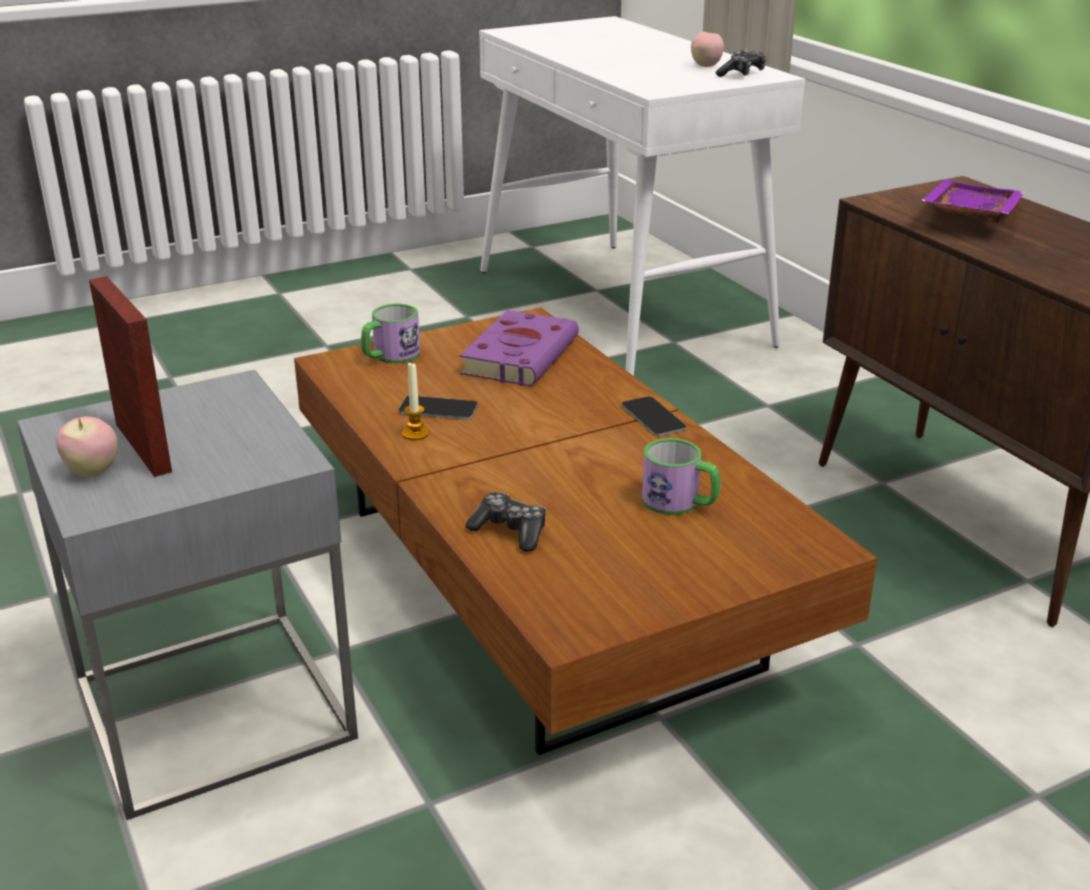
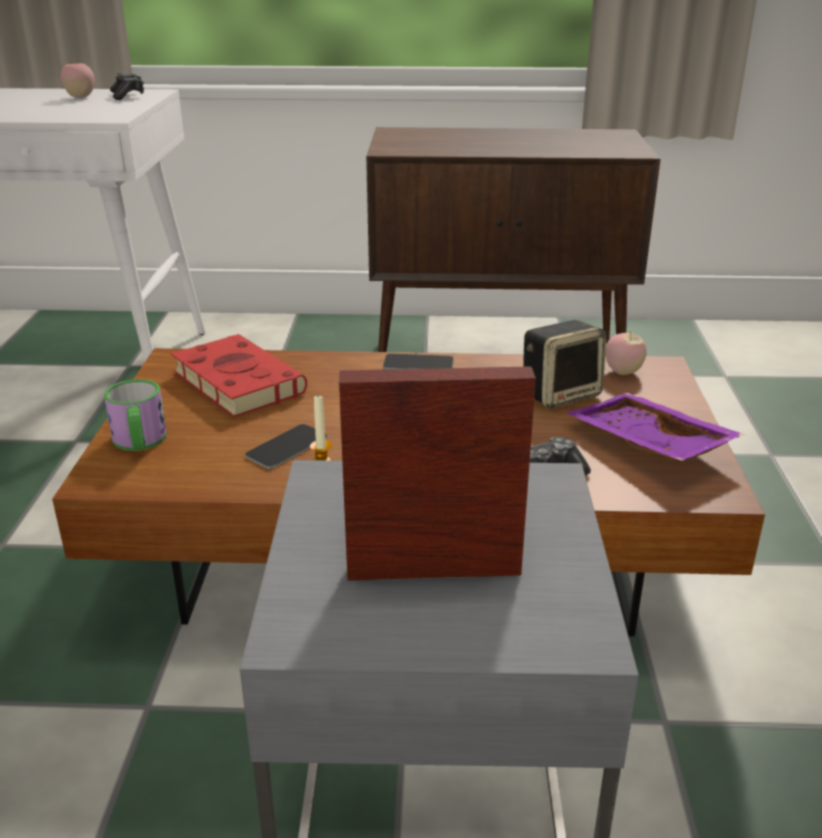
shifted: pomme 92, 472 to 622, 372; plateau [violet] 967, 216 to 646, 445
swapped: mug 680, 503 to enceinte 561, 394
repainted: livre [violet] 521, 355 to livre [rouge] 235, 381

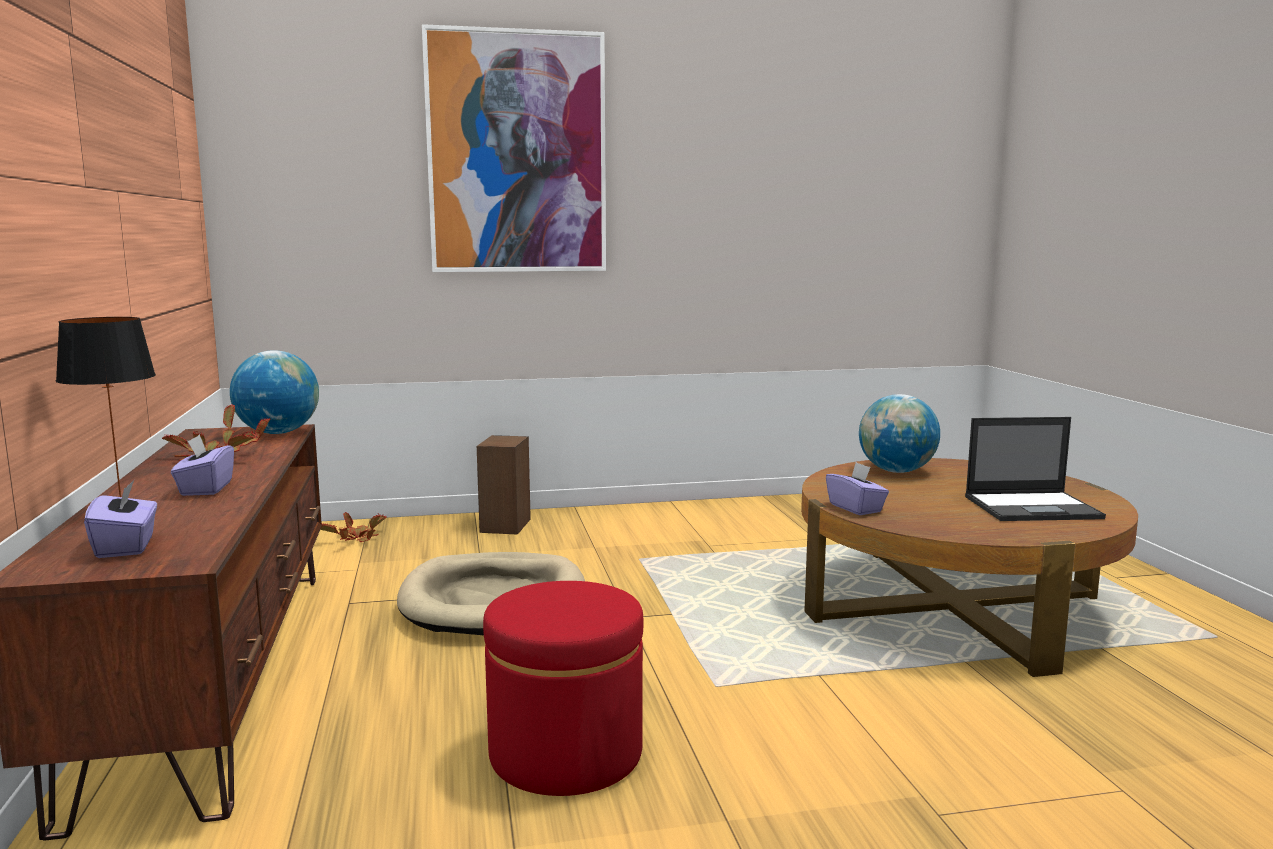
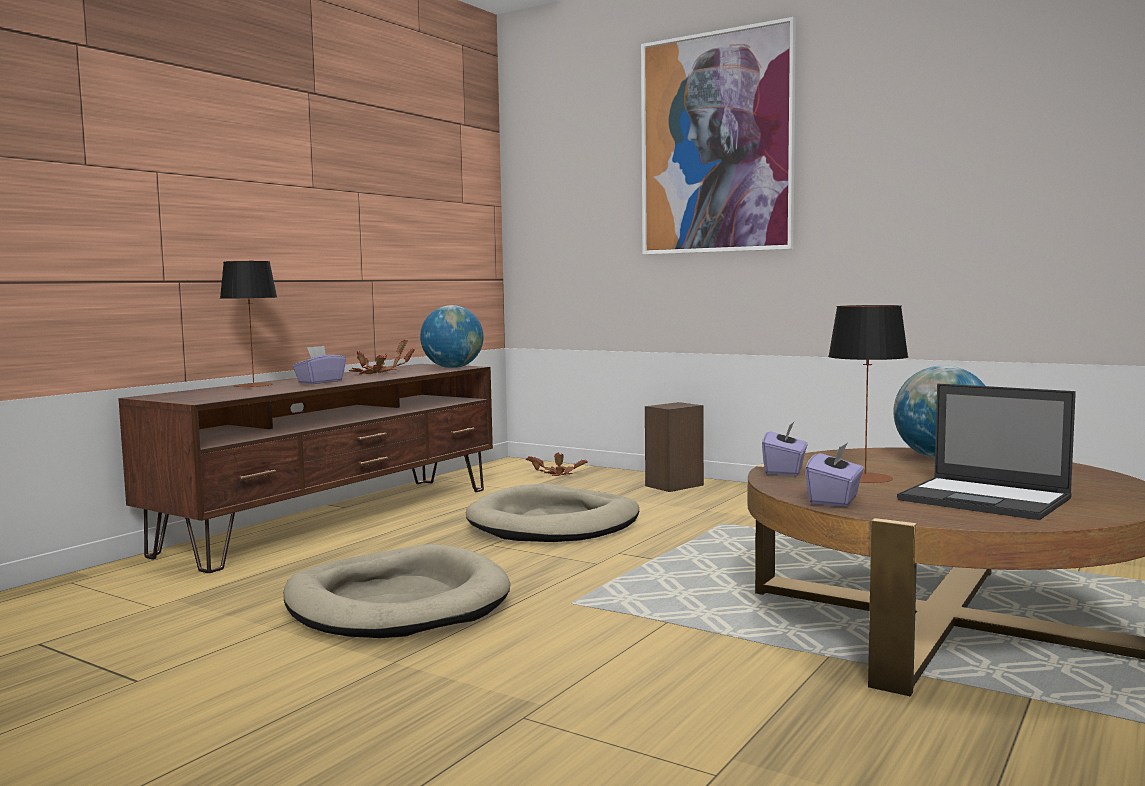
new: lampe de table 865, 478
shifted: boîte à mouchoirs [violet] 126, 546 to 835, 500
swapped: pouf [rouge] 566, 754 to panier pour chien [beige] 397, 602

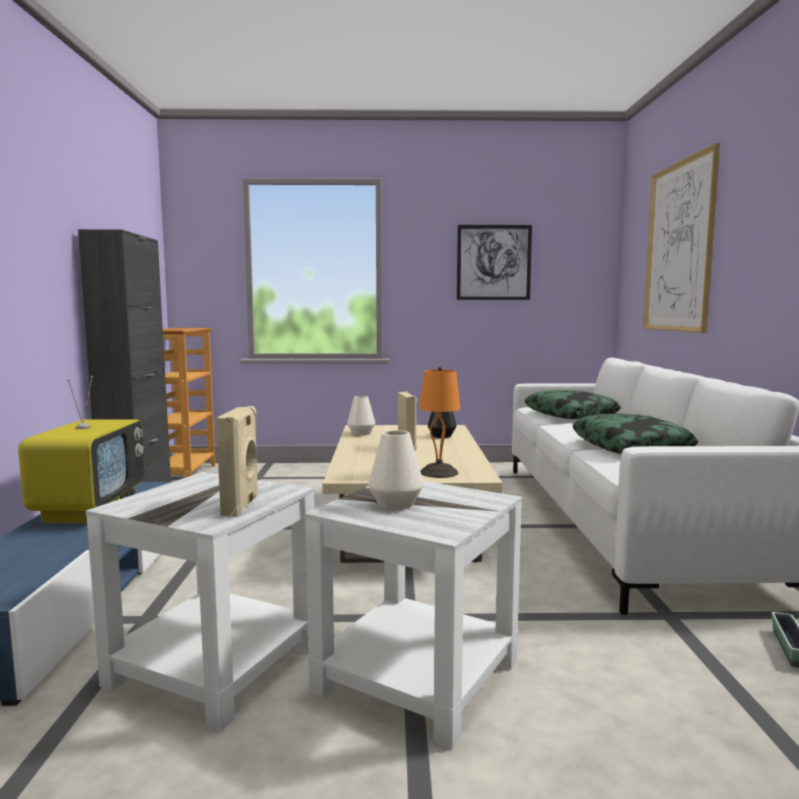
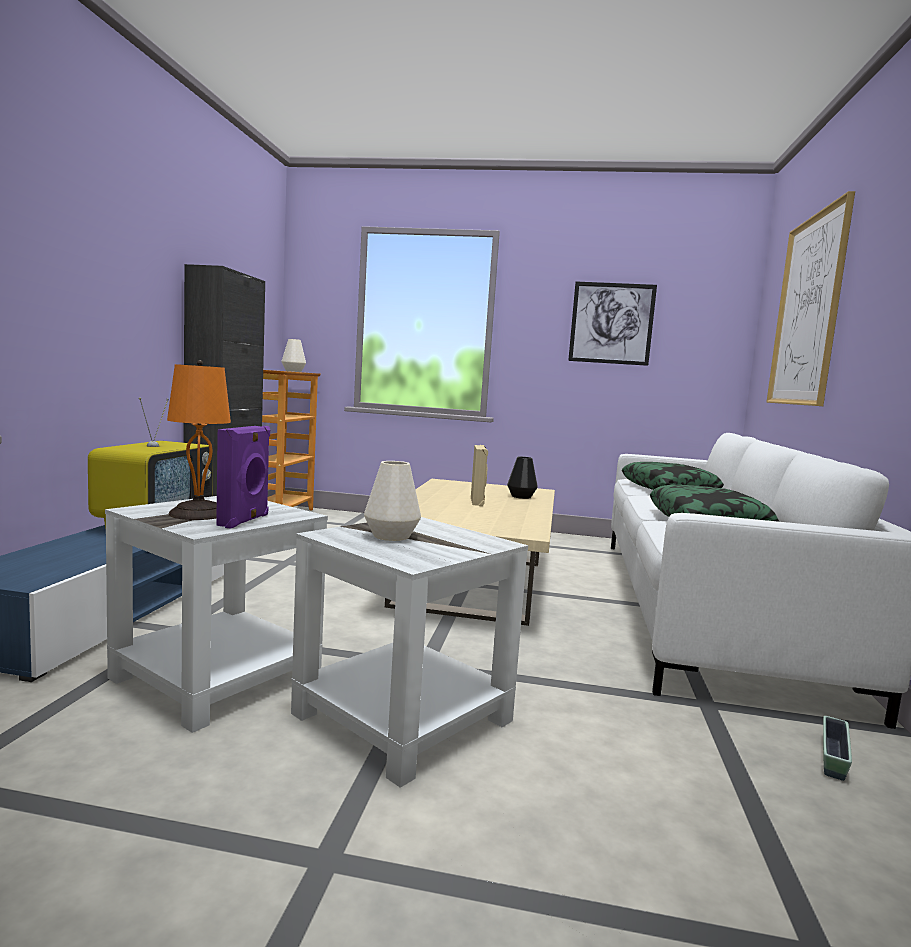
shifted: vase [blanc] 361, 433 to 293, 371; lampe de table [orange] 439, 472 to 199, 513
repainted: enceinte [beige] 242, 505 to enceinte [violet] 245, 520

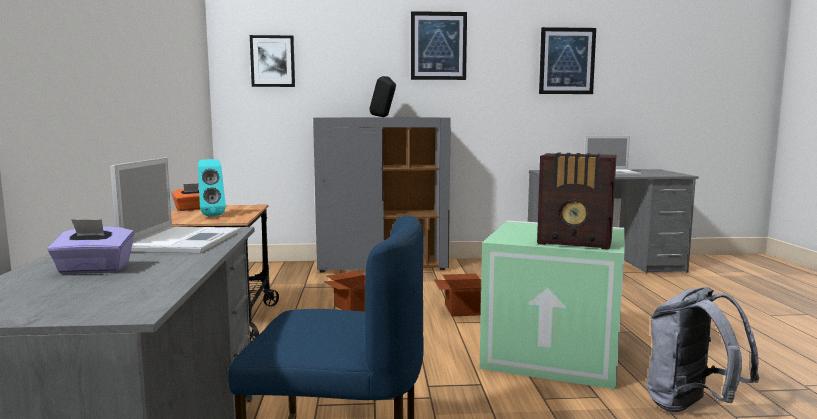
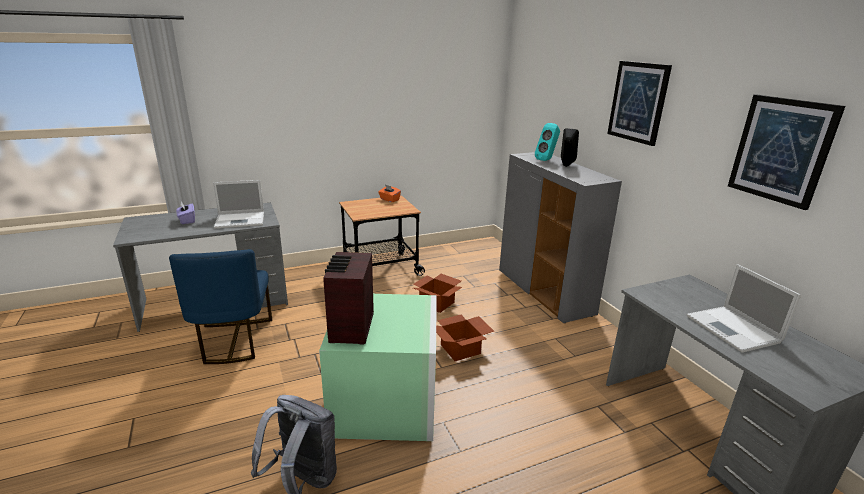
gone: tableau 272, 61
shifted: enceinte [turquoise] 212, 215 to 546, 160

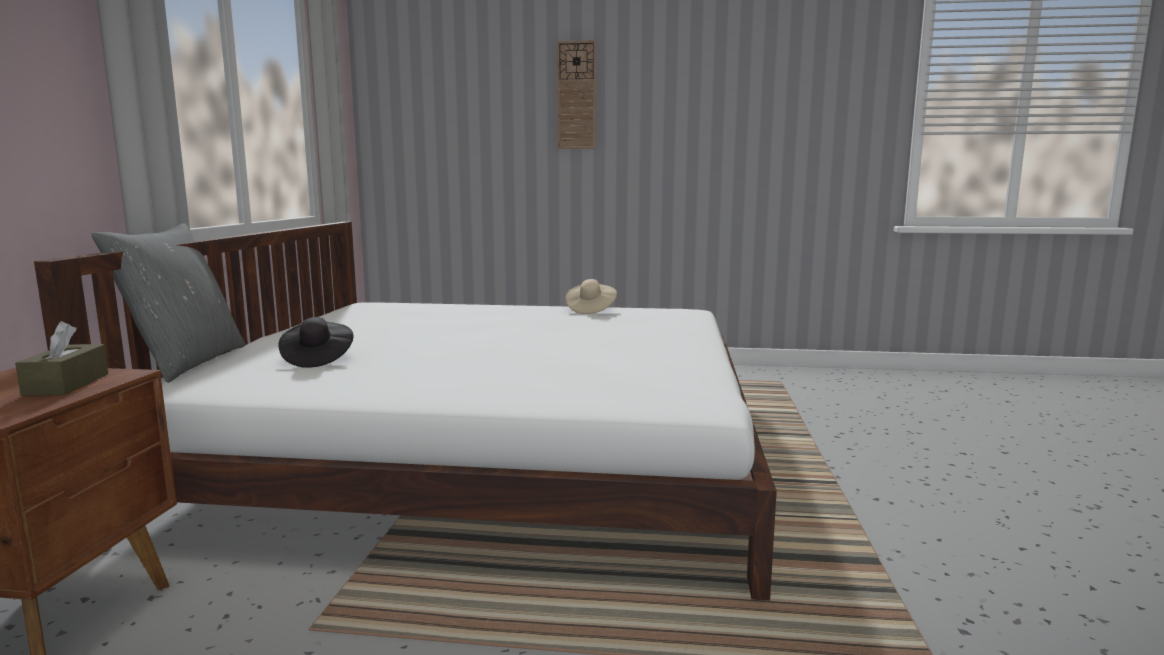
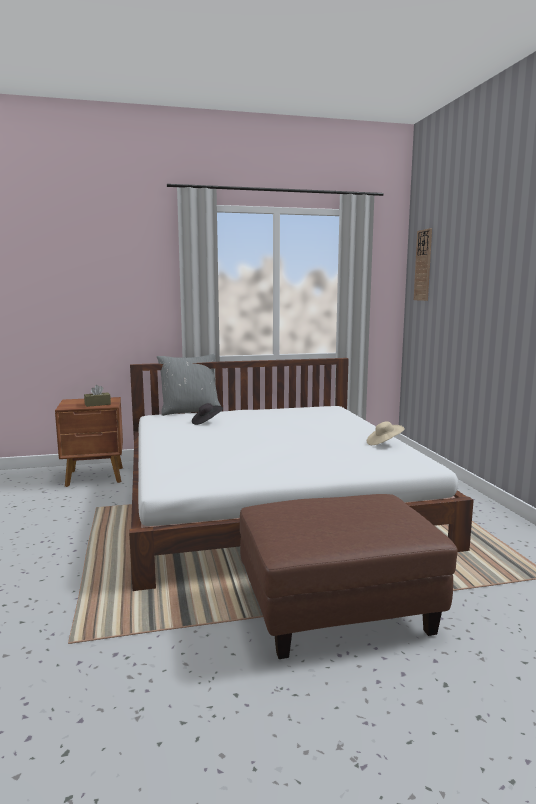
new: pouf [marron] 338, 610
shifted: horloge murale 576, 95 to 423, 265

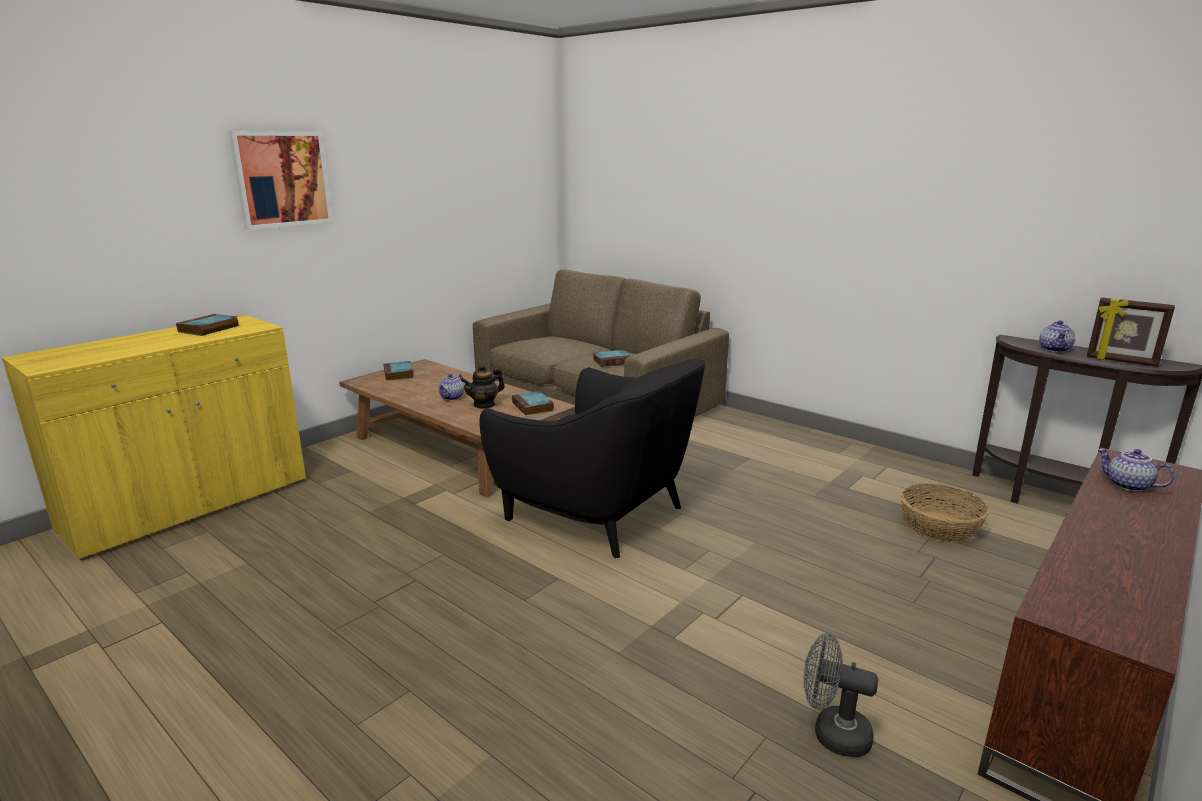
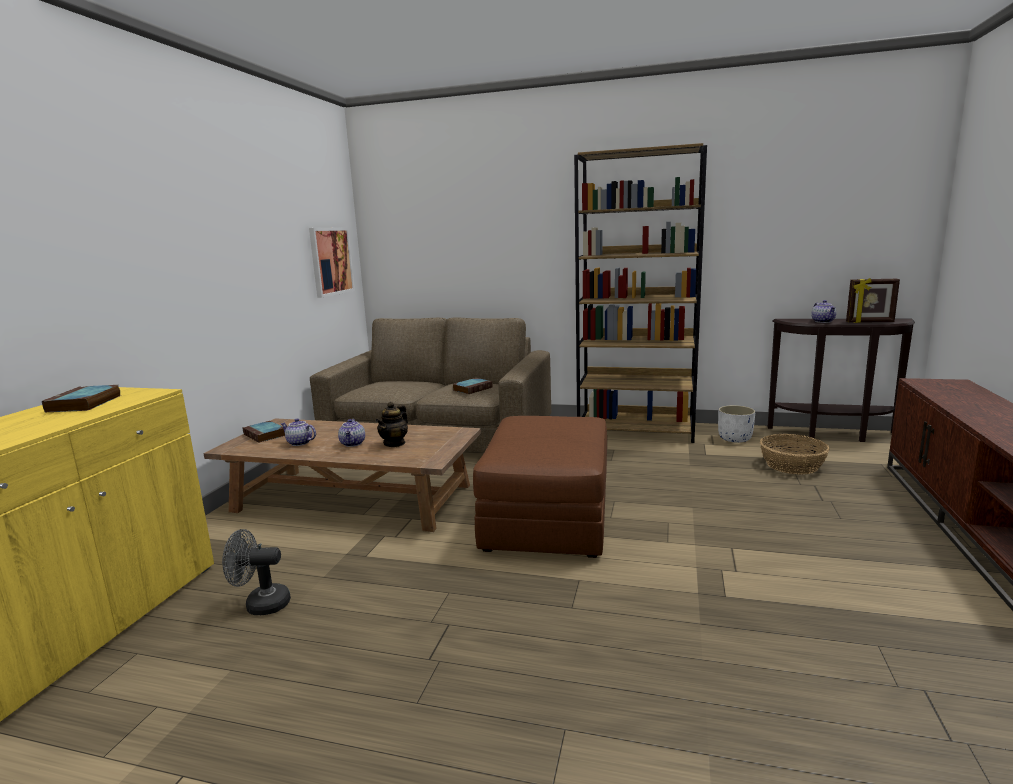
gone: livre 533, 407
new: bibliothèque [marron] 636, 430; cache-pot [blanc] 734, 438
shifted: tableau 282, 179 to 331, 261; ventilateur [gris] 832, 733 to 261, 604; théière 1127, 485 to 299, 443
swapped: fauteuil [noir] 597, 513 to pouf [marron] 548, 518

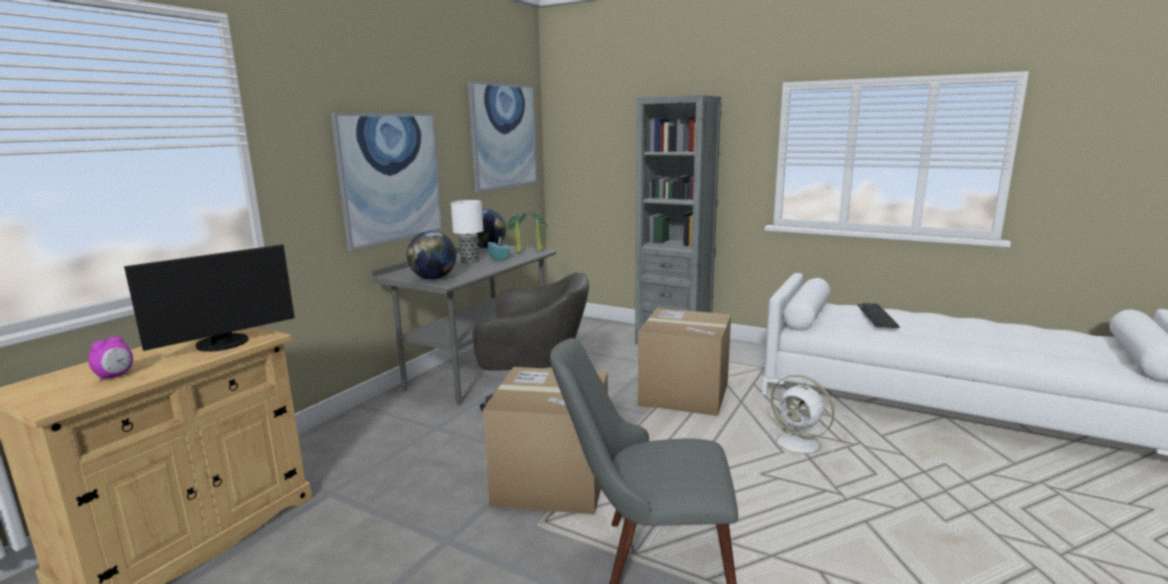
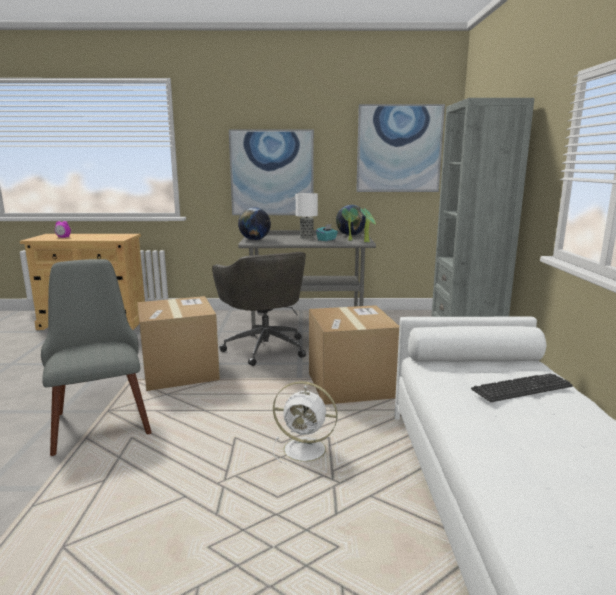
gone: écran d'ordinateur 224, 344
rotated: ventilateur [blanc] 800, 444 = 306, 450 90 degrees counterclockwise

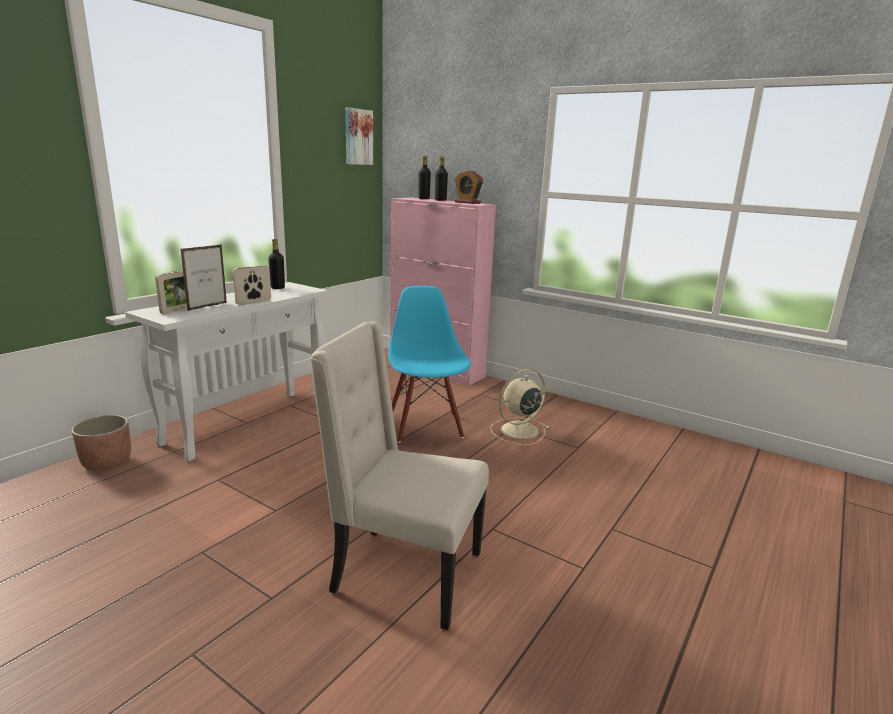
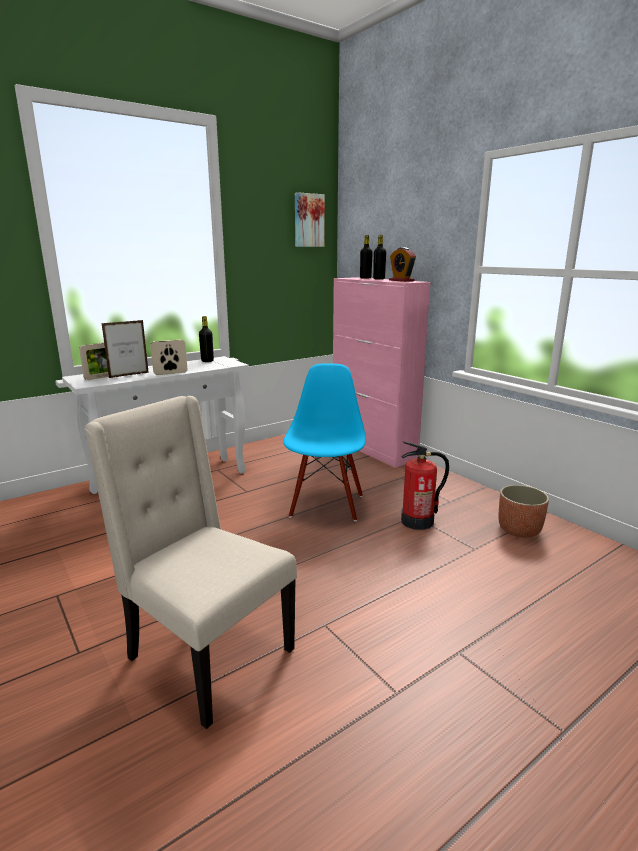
shifted: cache-pot 107, 463 to 519, 530
swapped: ventilateur [beige] 518, 431 to extincteur 418, 521

